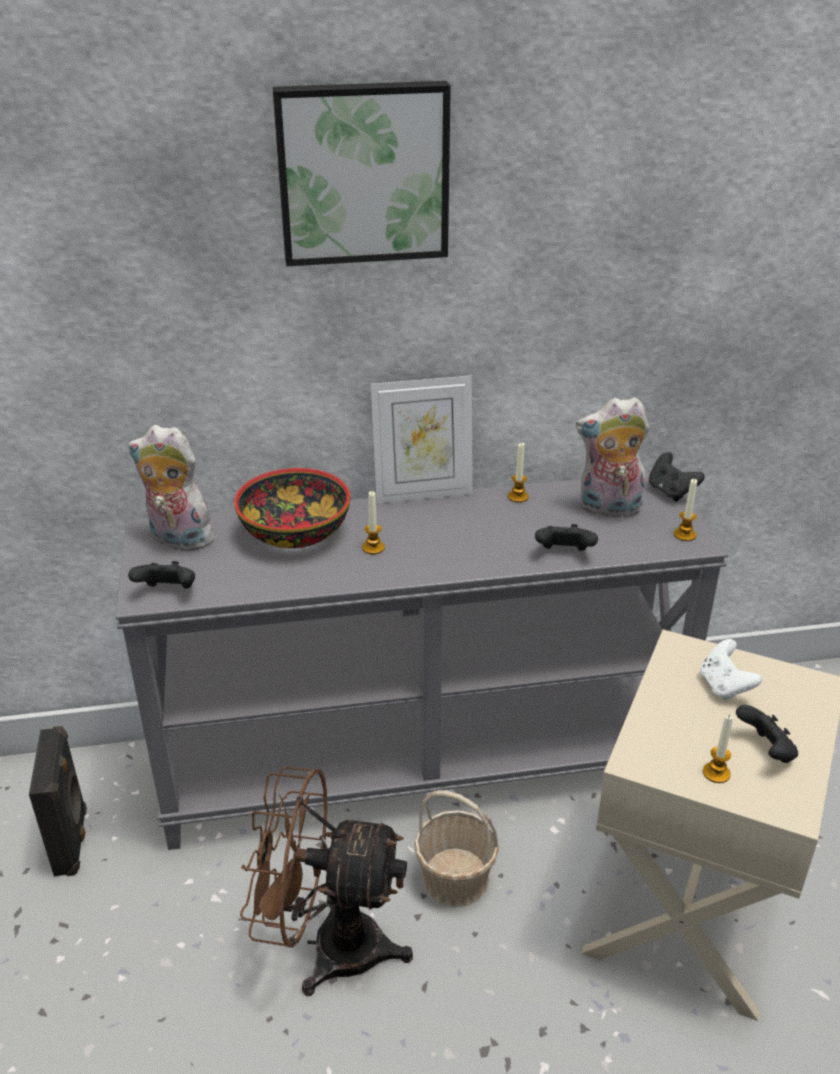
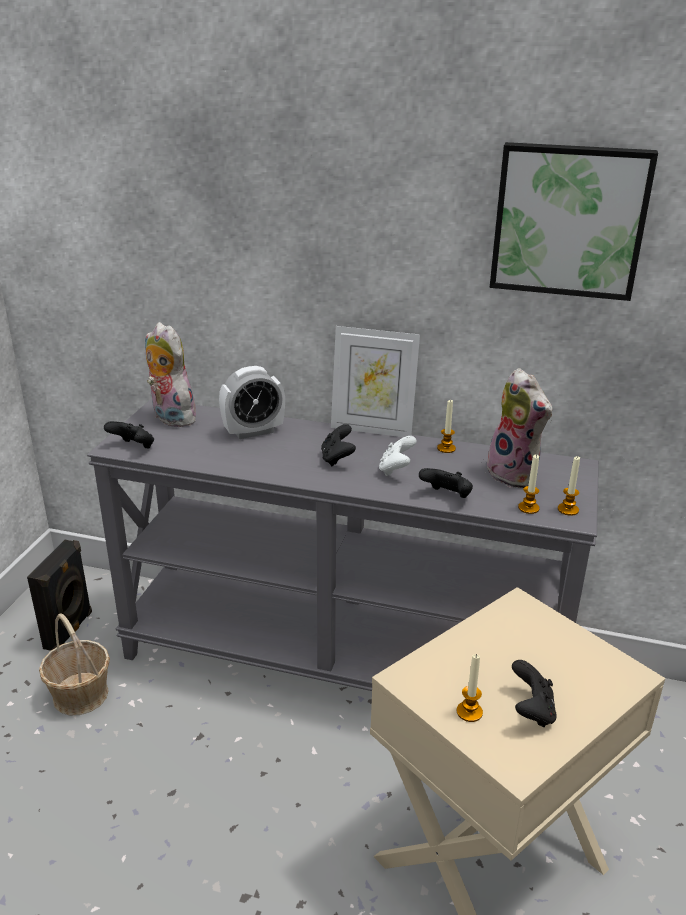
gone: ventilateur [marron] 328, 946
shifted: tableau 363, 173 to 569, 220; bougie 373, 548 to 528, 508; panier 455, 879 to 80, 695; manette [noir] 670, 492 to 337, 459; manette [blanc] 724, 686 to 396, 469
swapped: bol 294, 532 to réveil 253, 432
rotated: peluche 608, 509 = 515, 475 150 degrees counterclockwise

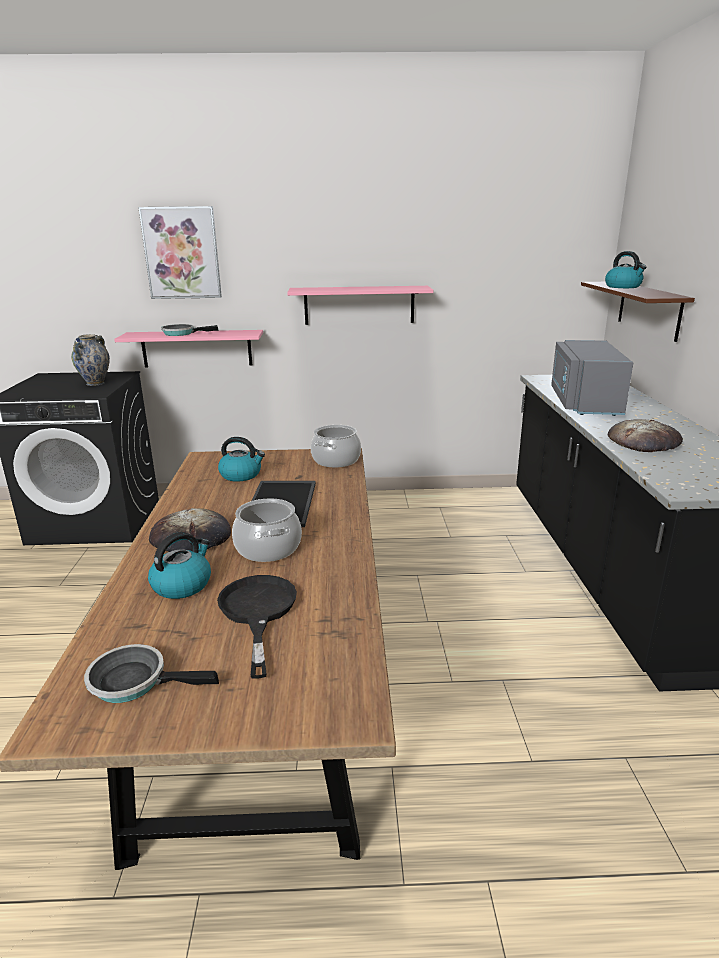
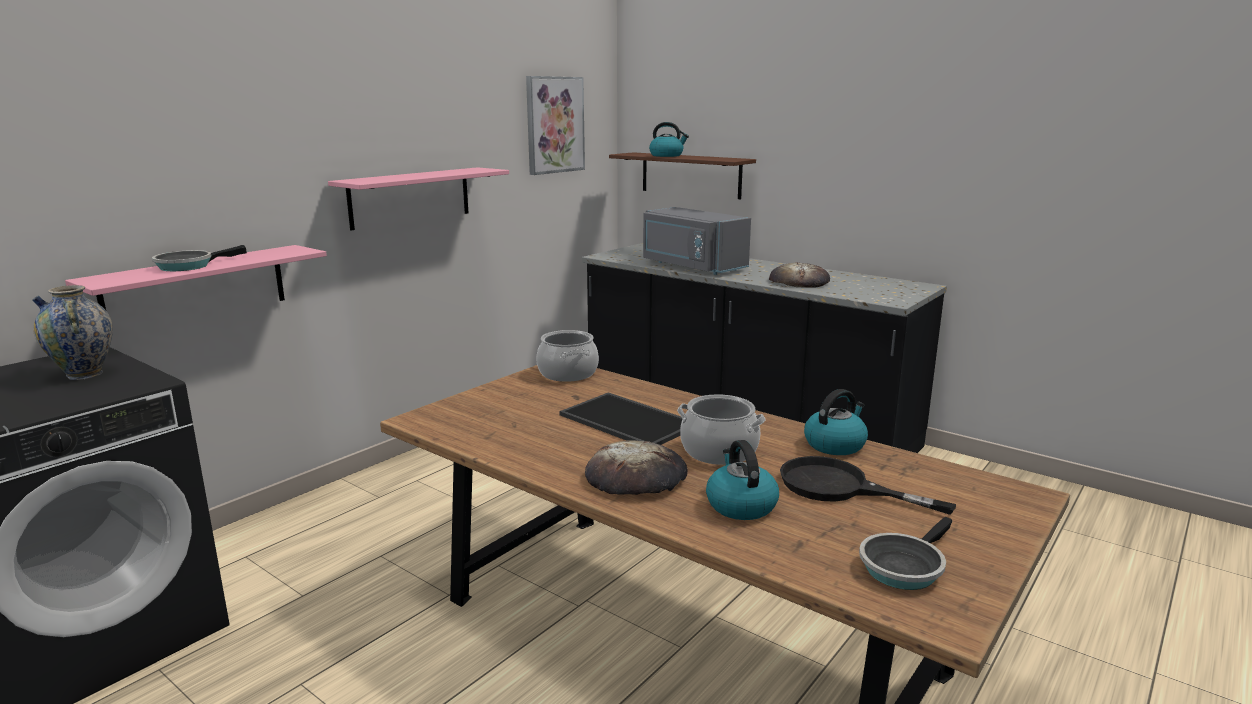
shifted: tableau 182, 253 to 554, 125; bouilloire 241, 475 to 835, 444

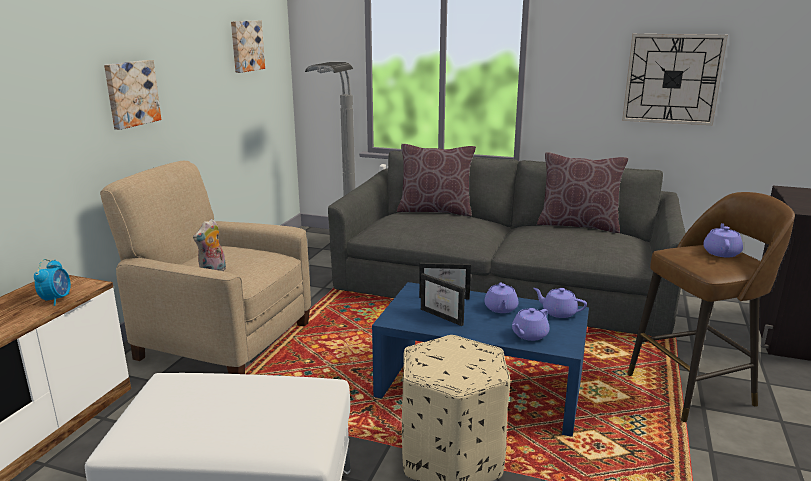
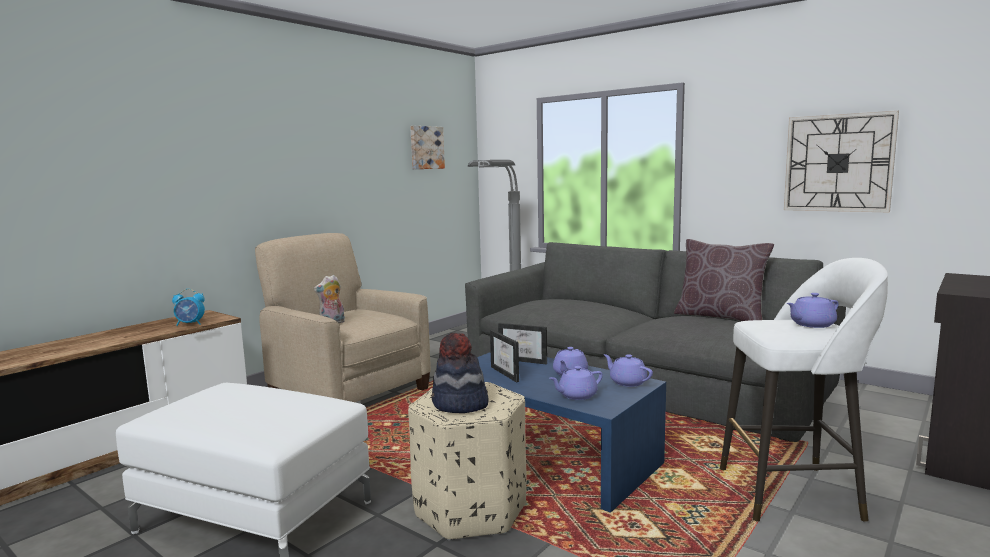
gone: tableau 131, 93; coussin [marron] 435, 211
new: chapeau 459, 405
repainted: tabouret [marron] 693, 389 to tabouret [blanc] 793, 493
rotated: réveil 57, 299 = 190, 324 60 degrees clockwise; théière [violet] 721, 252 = 811, 324 150 degrees counterclockwise

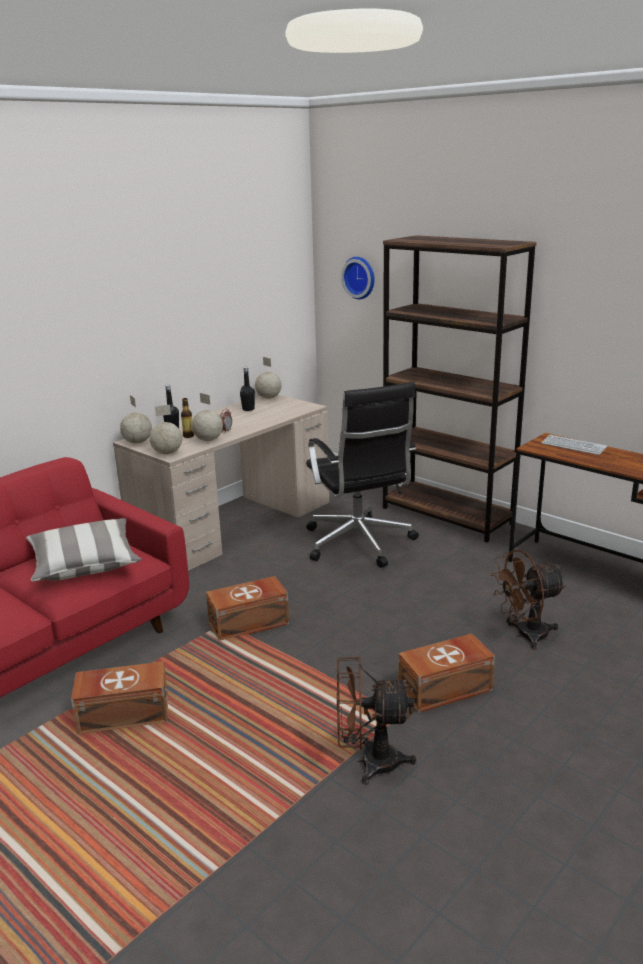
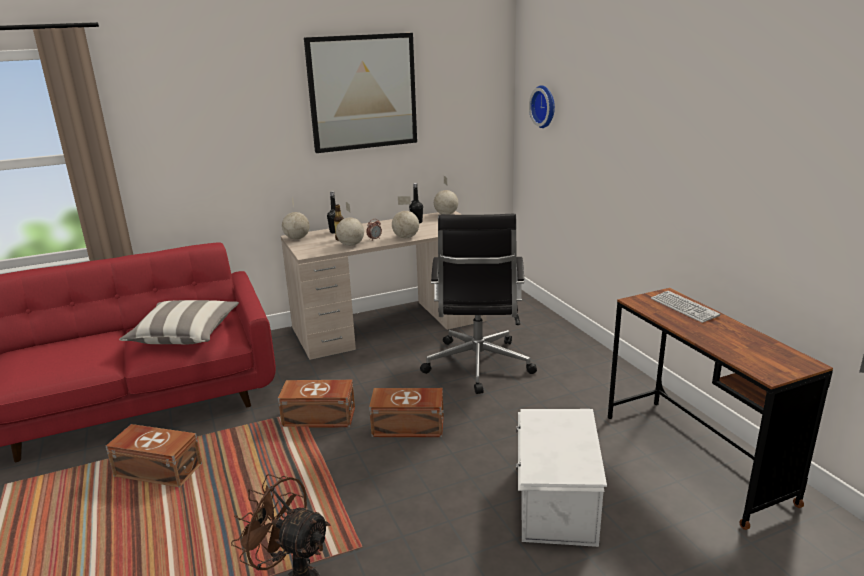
gone: bibliothèque [marron] 447, 516
new: tableau 362, 92
shifted: globe 167, 453 to 406, 237; boîte de rangement [marron] 446, 689 to 409, 427
swapped: ventilateur [marron] 525, 635 to boîte de rangement [blanc] 554, 502

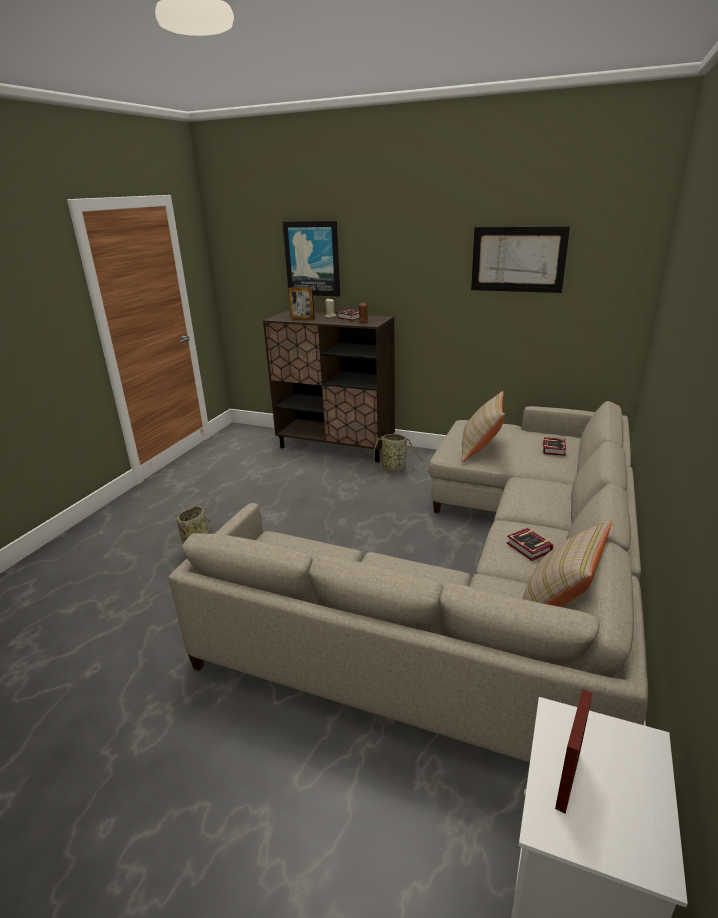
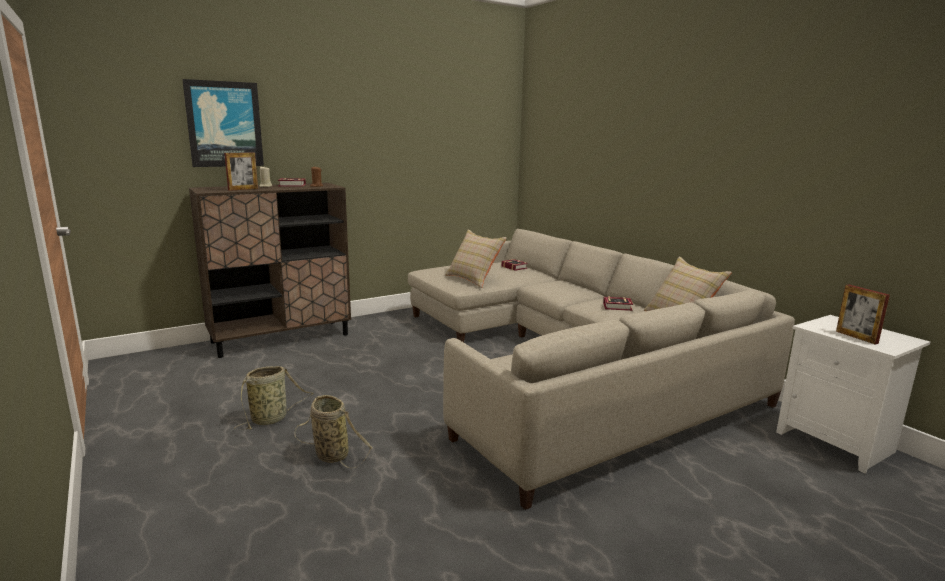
gone: tableau 518, 259
shifted: panier 396, 469 to 271, 418

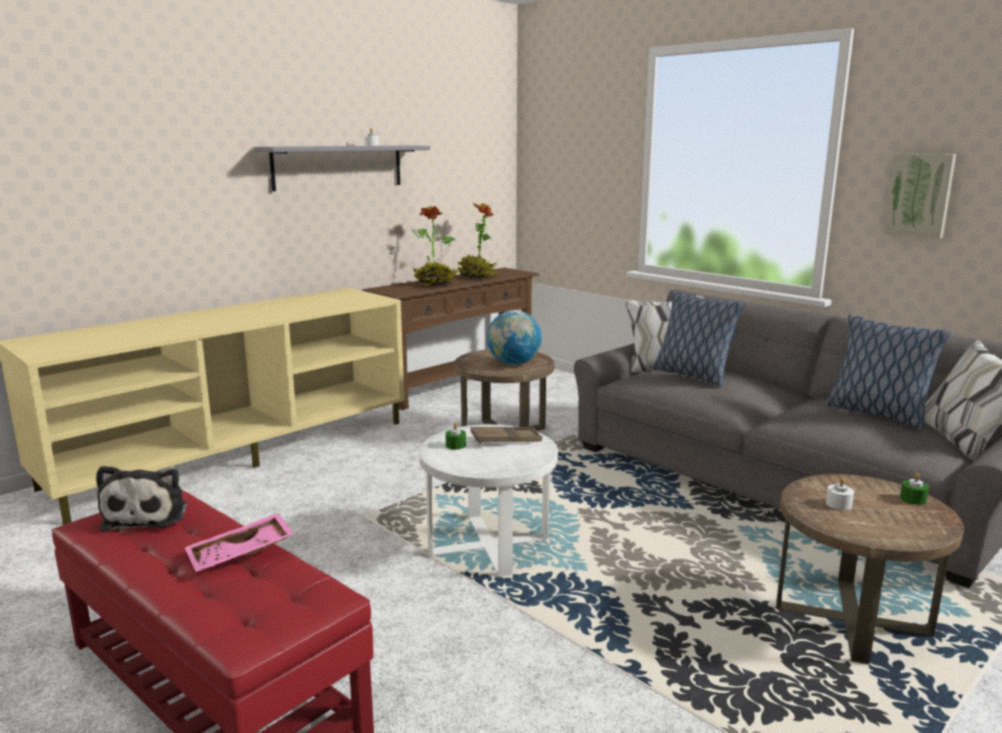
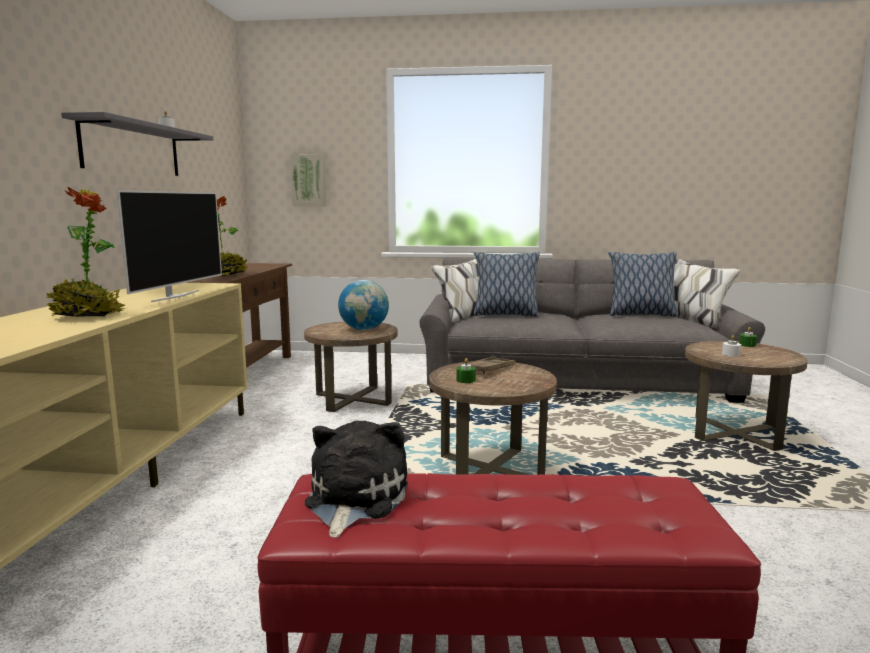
gone: plateau [rose] 241, 555
new: téléviseur 175, 296
shifted: plante en pot 477, 277 to 87, 316; tableau 919, 195 to 309, 180
repainted: table d'appoint [blanc] 488, 545 to table d'appoint [marron] 490, 469
rotated: peluche 148, 515 = 353, 499 120 degrees counterclockwise

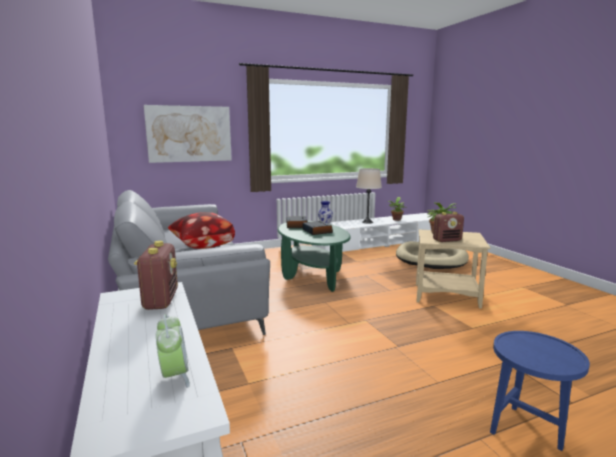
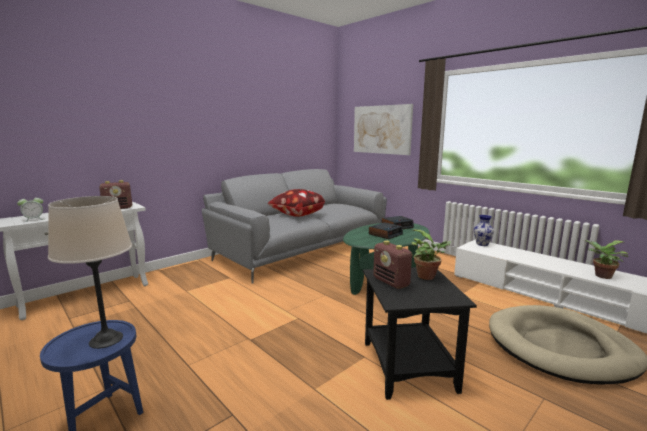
shifted: lampe de table [beige] 367, 222 to 106, 339
repainted: table d'appoint [beige] 446, 295 to table d'appoint [noir] 409, 366

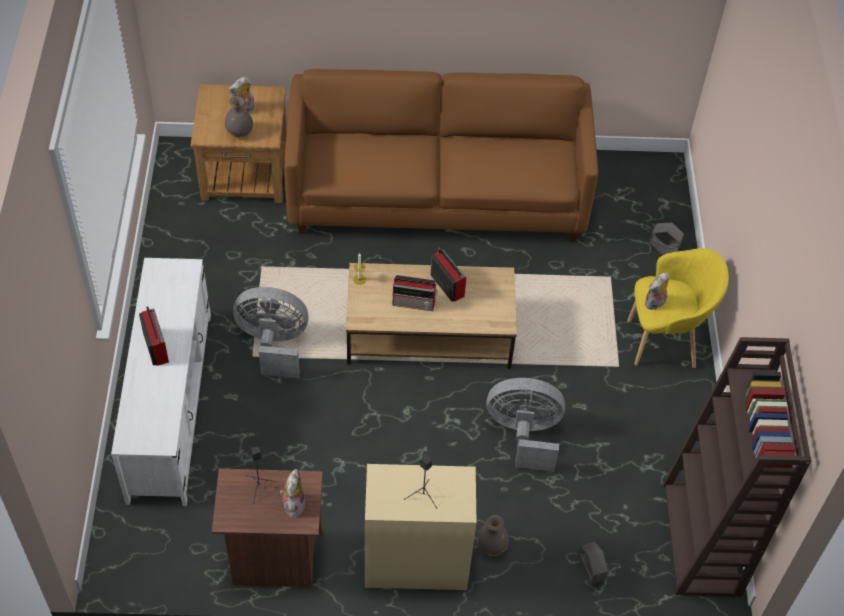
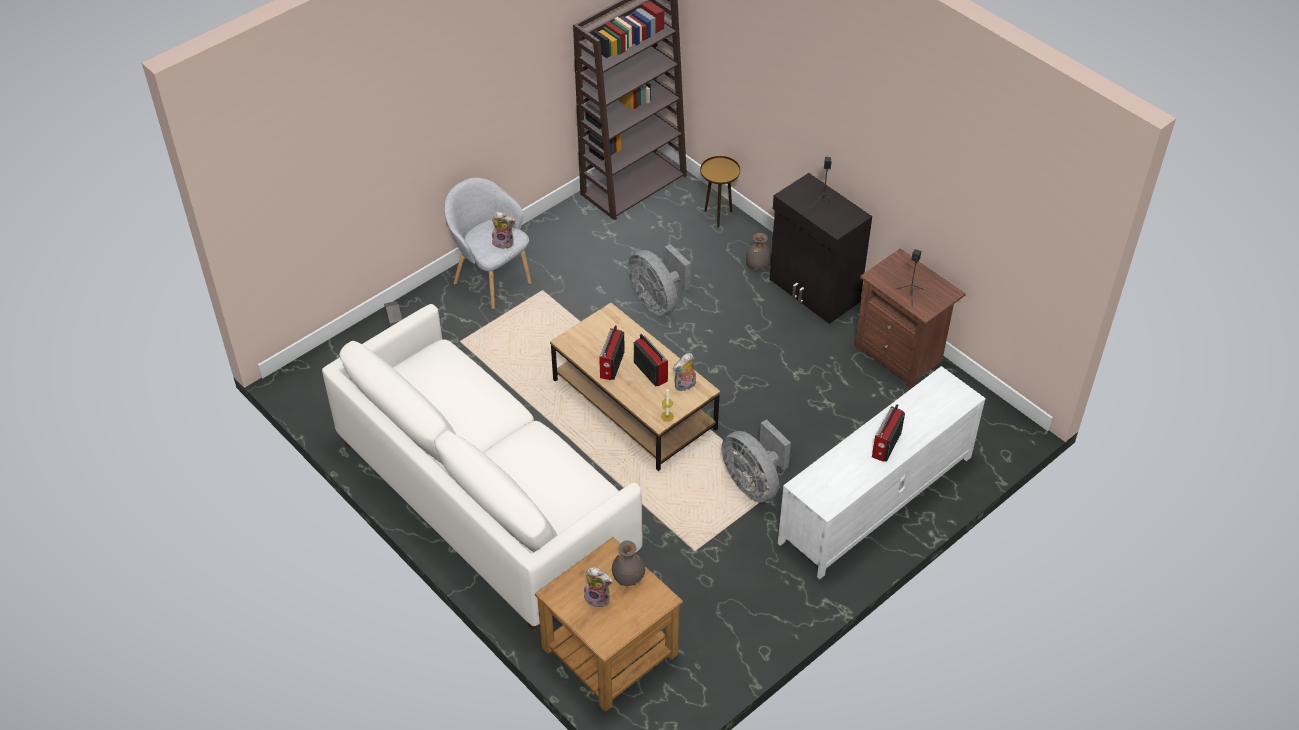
shifted: peluche 293, 504 to 685, 386
swapped: cache-pot [gris] 590, 572 to table d'appoint [marron] 718, 216
repainted: canapé [marron] 437, 193 to canapé [blanc] 485, 498; meuble de rangement [beige] 415, 562 to meuble de rangement [noir] 813, 291; fauteuil [jaune] 664, 342 to fauteuil [gris] 491, 280

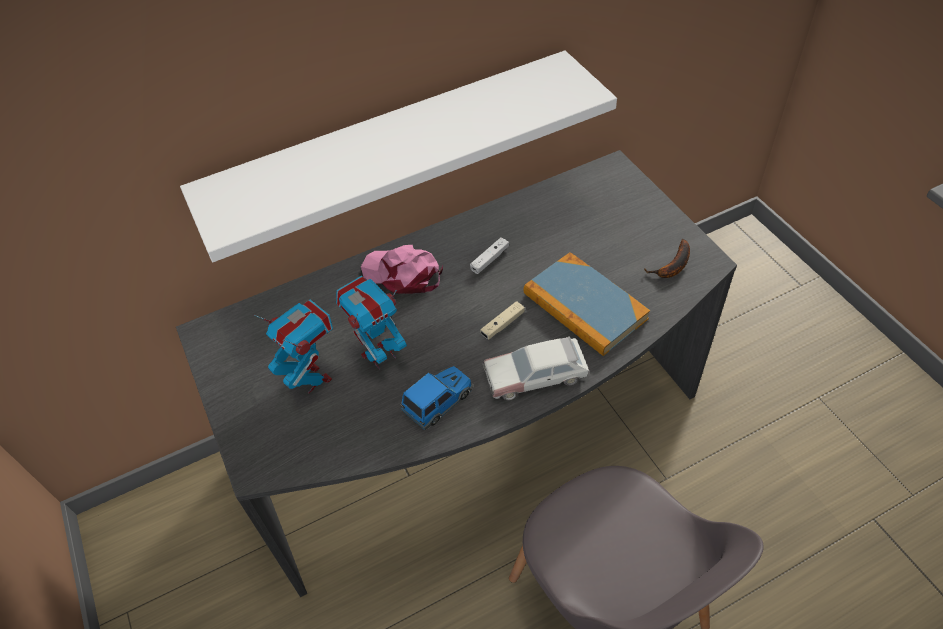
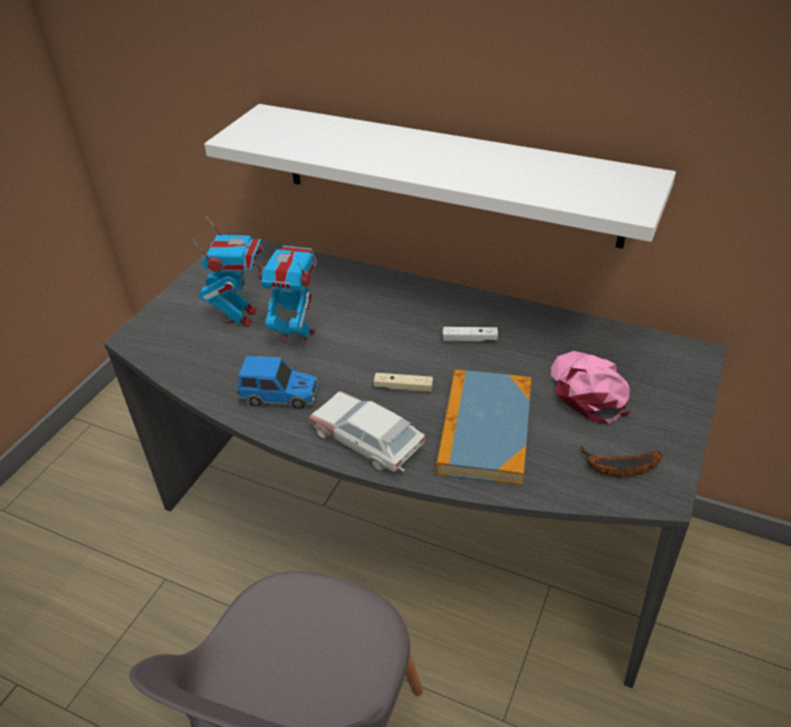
shifted: casquette [rose] 403, 274 to 588, 390

